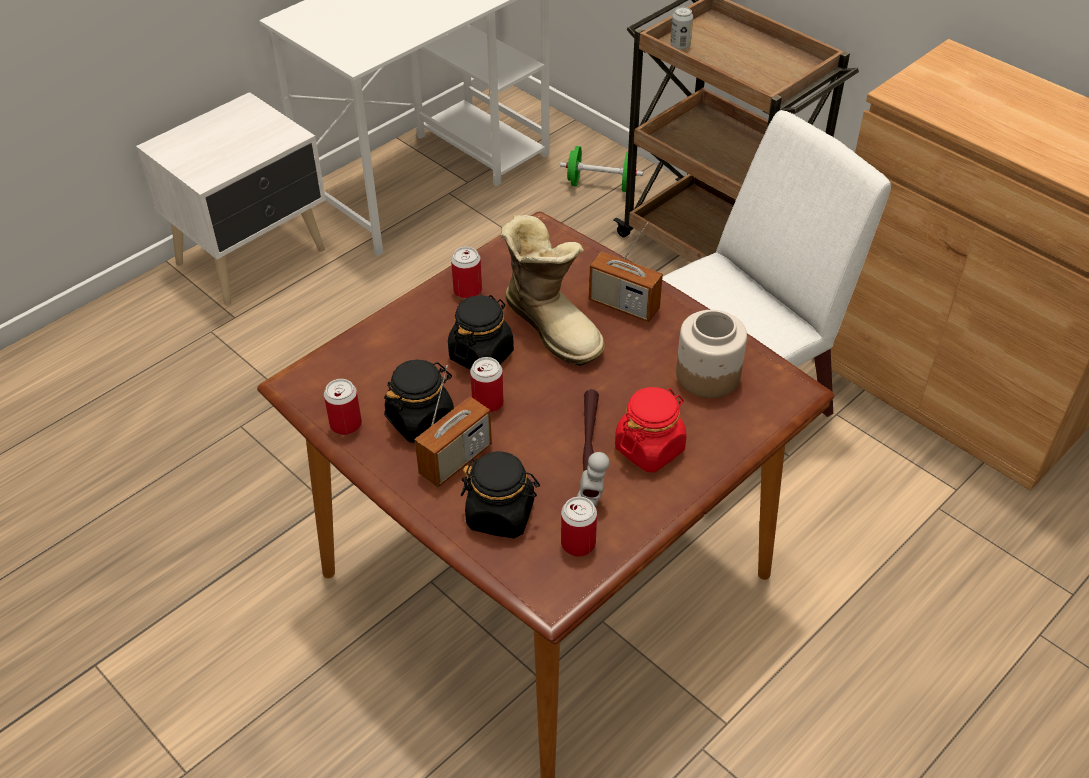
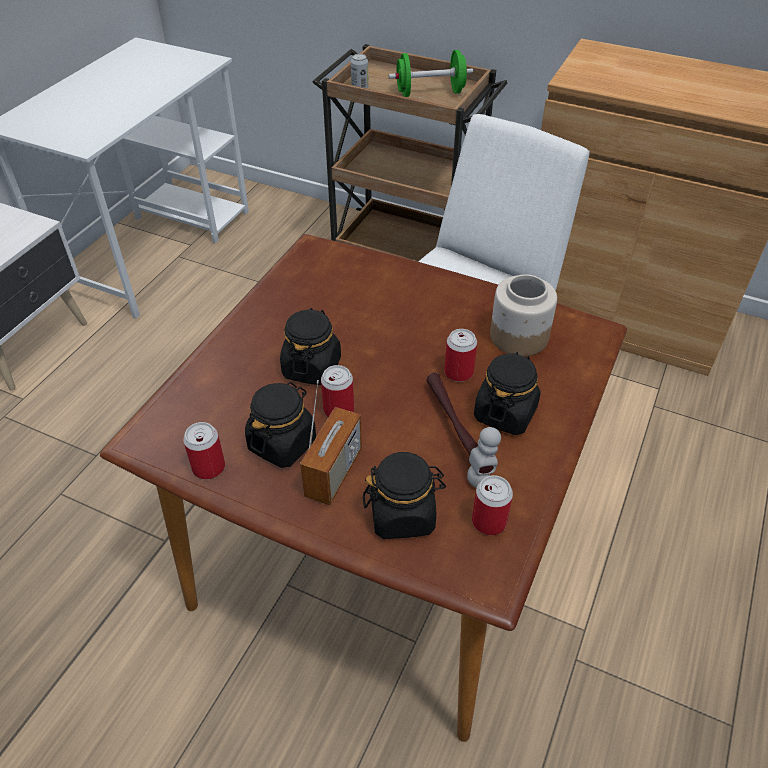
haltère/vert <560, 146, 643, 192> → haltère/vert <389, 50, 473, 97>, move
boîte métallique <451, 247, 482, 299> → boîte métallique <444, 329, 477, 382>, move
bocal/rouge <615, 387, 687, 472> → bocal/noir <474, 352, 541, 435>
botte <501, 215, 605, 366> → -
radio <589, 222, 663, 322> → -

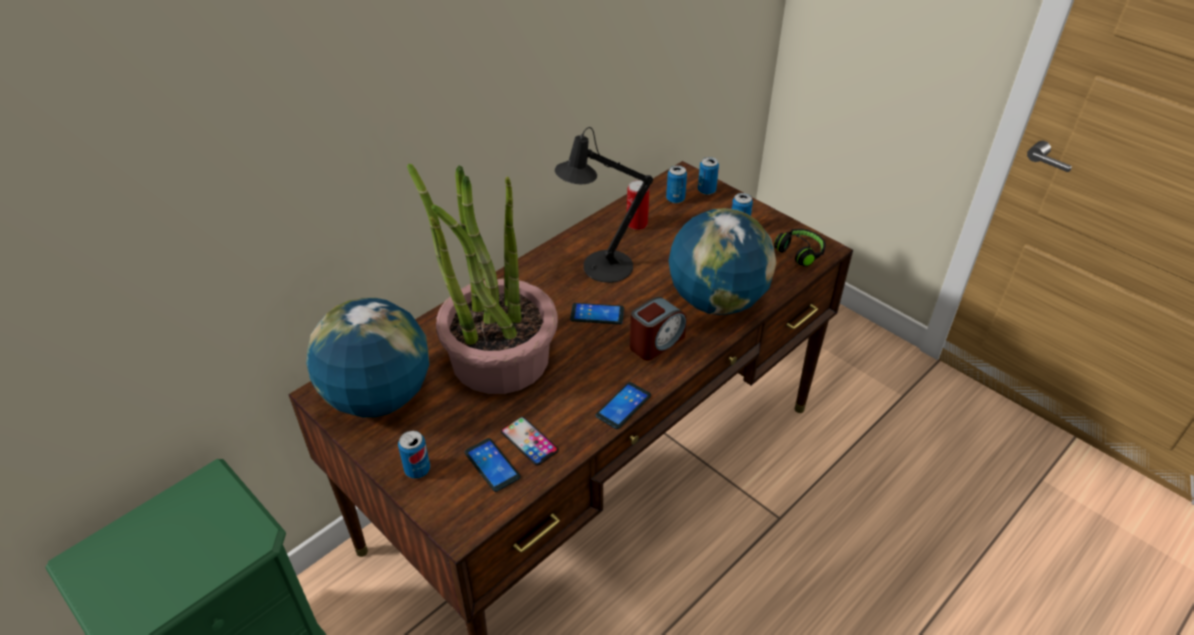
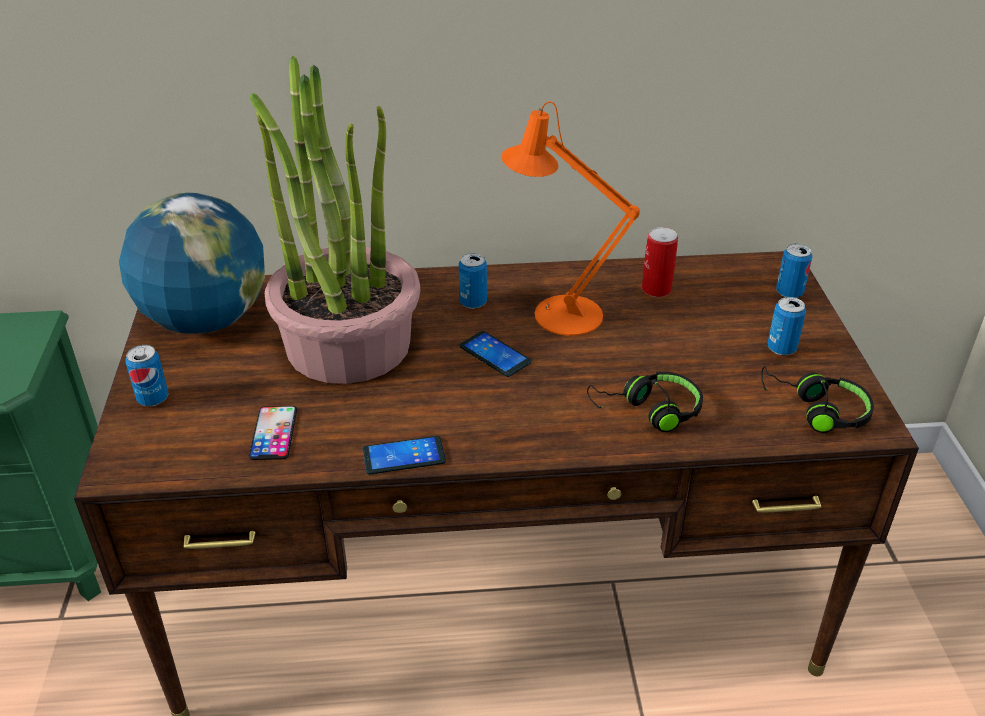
boîte métallique <666, 165, 687, 203> → boîte métallique <459, 253, 487, 309>, move
lampe de table/noir <555, 127, 653, 283> → lampe de table/orange <501, 101, 640, 336>
globe <669, 208, 776, 315> → casque audio/noir <587, 372, 703, 432>
téléphone <465, 438, 521, 492> → -
réveil <630, 297, 686, 360> → -

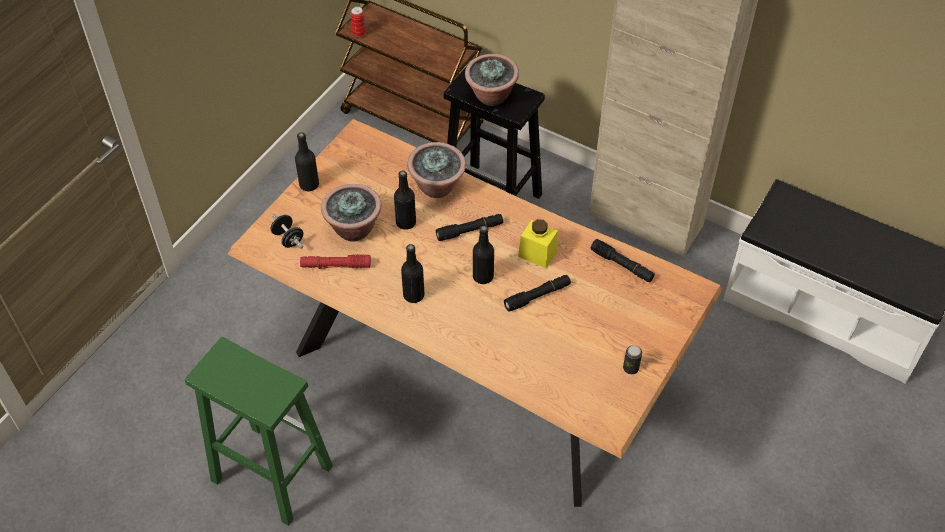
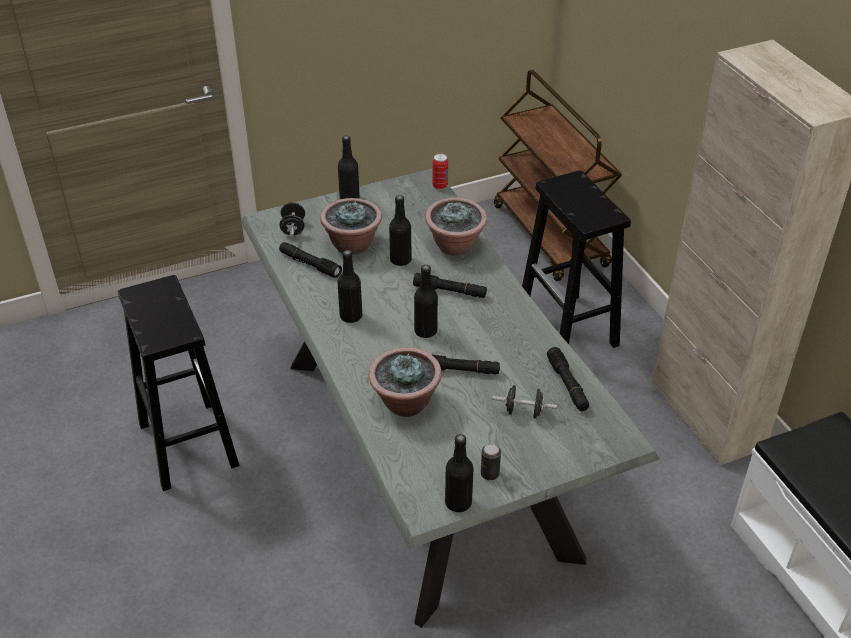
tabouret/vert <185, 337, 333, 526> → tabouret/noir <118, 275, 240, 491>
table à manger/marron <228, 119, 723, 507> → table à manger/gris <241, 168, 660, 628>
lampe de poche/rouge <300, 254, 371, 269> → lampe de poche/noir <279, 242, 342, 278>
plante en pot <465, 54, 519, 106> → plante en pot <369, 347, 442, 417>, move
boîte métallique <351, 7, 366, 37> → boîte métallique <433, 153, 448, 190>, move
- → bouteille/noir <445, 434, 474, 512>
- → haltère/noir <492, 385, 557, 418>
bocal/jaune <518, 219, 558, 269> → -

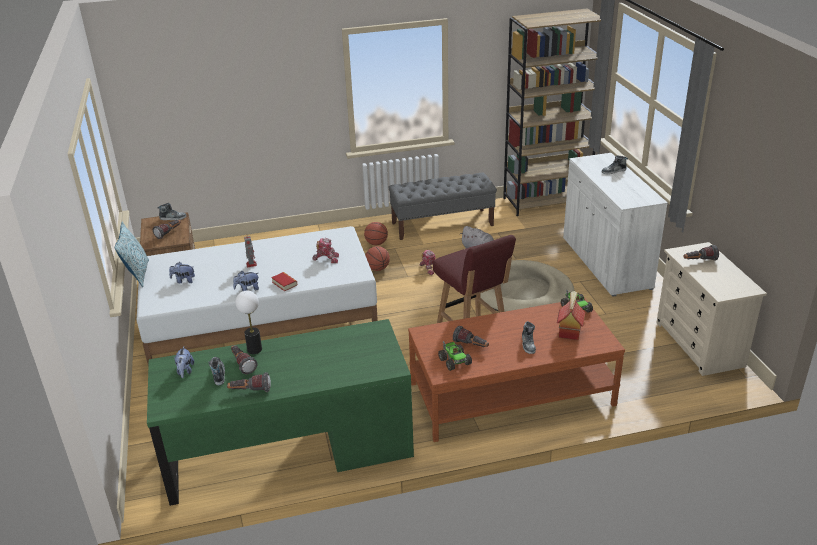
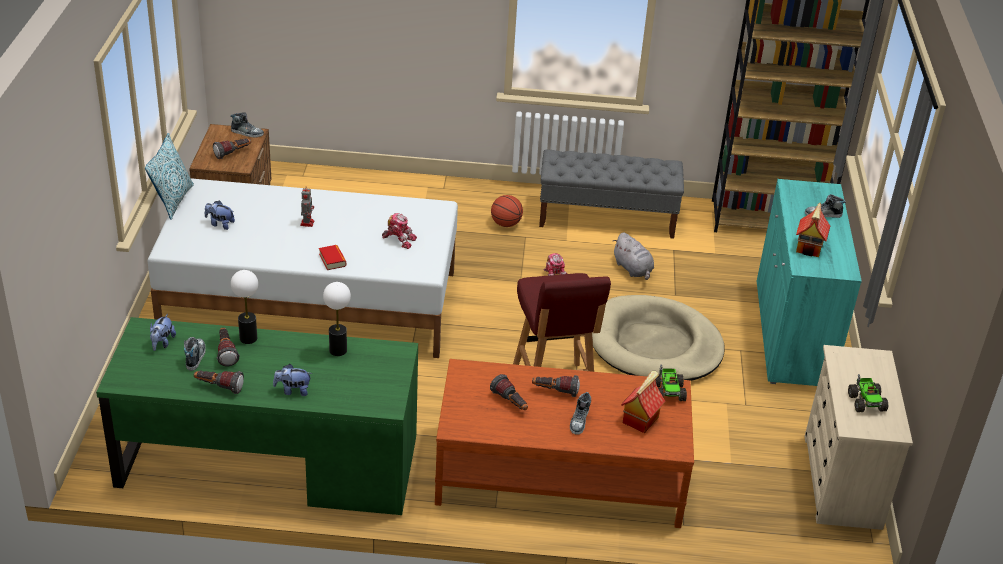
peluche <233, 271, 259, 291> → peluche <273, 364, 312, 396>, move
- → lampe de table <323, 282, 351, 356>
lampe de poche <683, 245, 719, 261> → lampe de poche <532, 375, 580, 397>, move
meuble de rangement/blanc <563, 153, 668, 296> → meuble de rangement/turquoise <757, 179, 862, 386>
- → maison miniature <796, 203, 830, 257>
camion jouet <438, 341, 472, 371> → camion jouet <848, 374, 888, 412>, move
ballon de basket <365, 246, 390, 271> → -

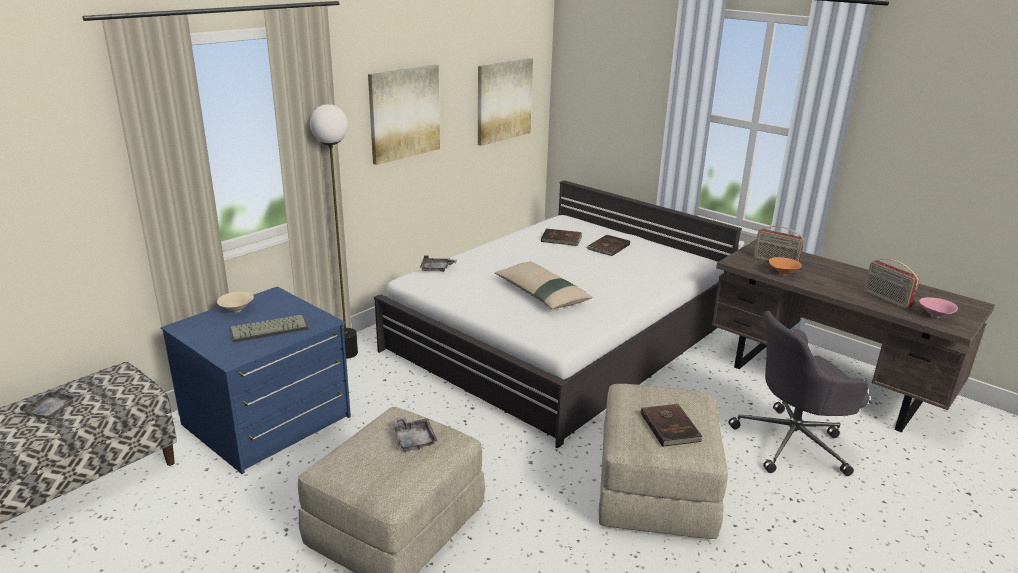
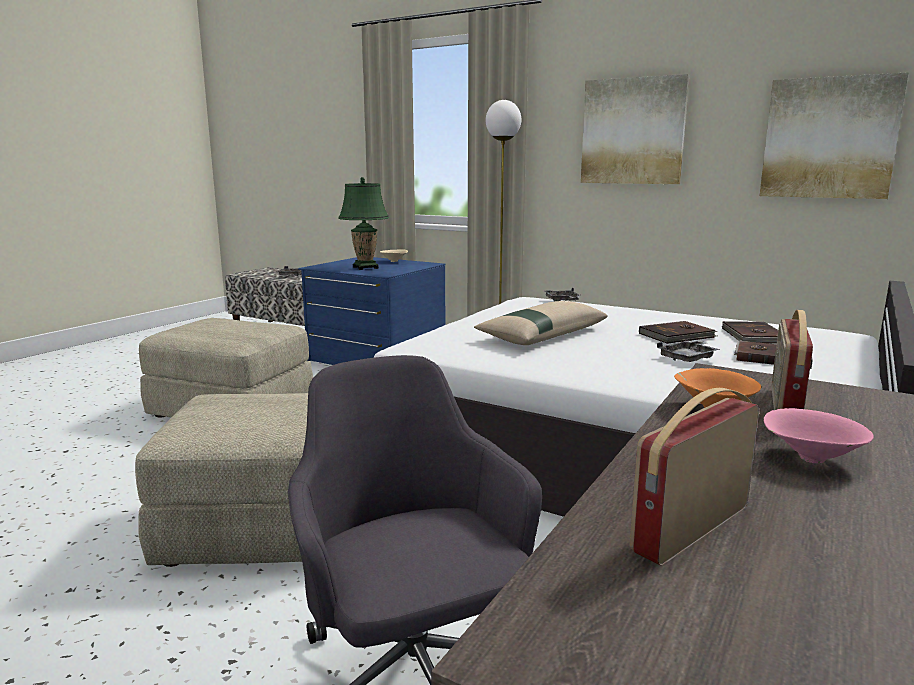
clavier <229, 315, 309, 343> → lampe de table/vert <338, 177, 389, 270>
livre/marron <641, 404, 703, 447> → livre/marron <639, 321, 718, 344>, move
plateau/gris <392, 417, 437, 452> → plateau/gris <657, 340, 720, 362>, move
bol/rose <919, 297, 958, 318> → bol/rose <764, 408, 874, 463>, move

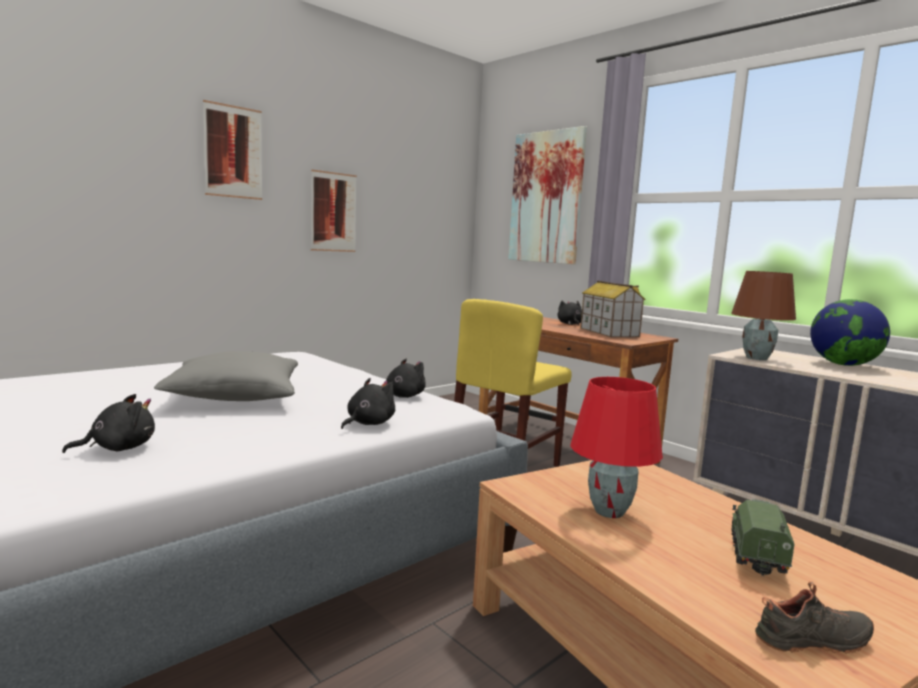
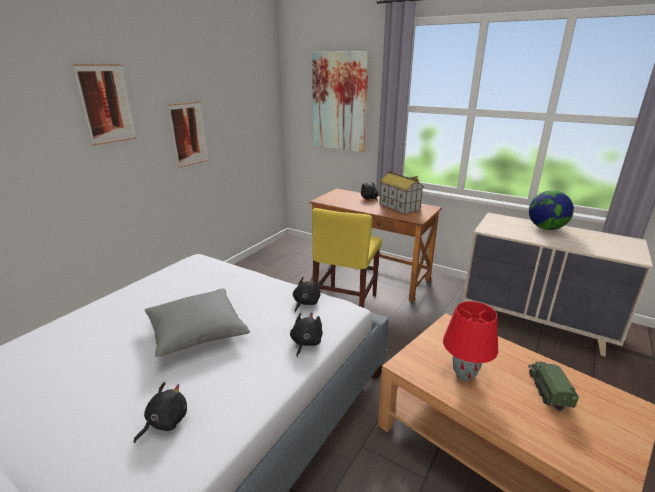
lampe de table/marron <731, 271, 796, 360> → -
chaussure/noir <755, 581, 874, 653> → -

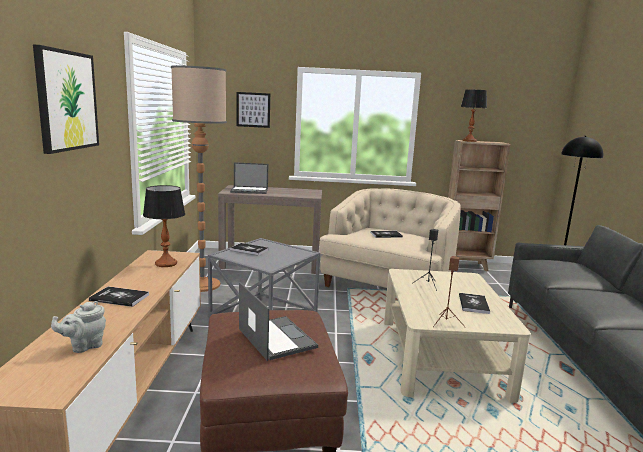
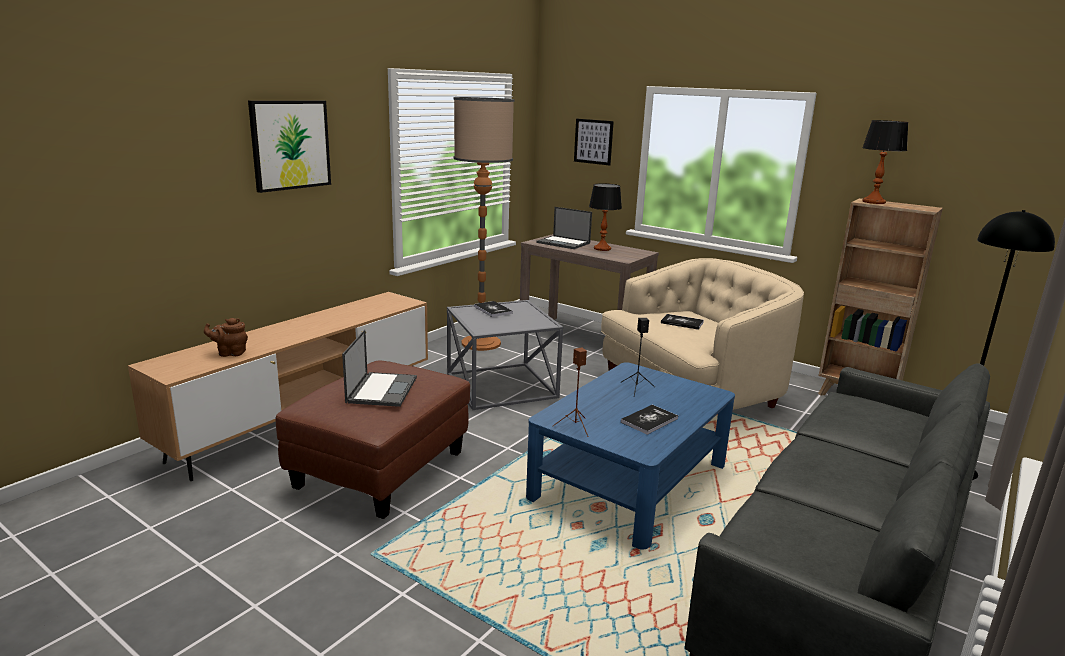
théière/gris <51, 301, 106, 353> → théière/marron <204, 318, 248, 357>
table basse/beige <384, 269, 531, 403> → table basse/bleu <526, 362, 735, 550>
lampe de table <143, 185, 185, 267> → lampe de table <589, 183, 622, 251>, move
livre <89, 286, 149, 307> → -

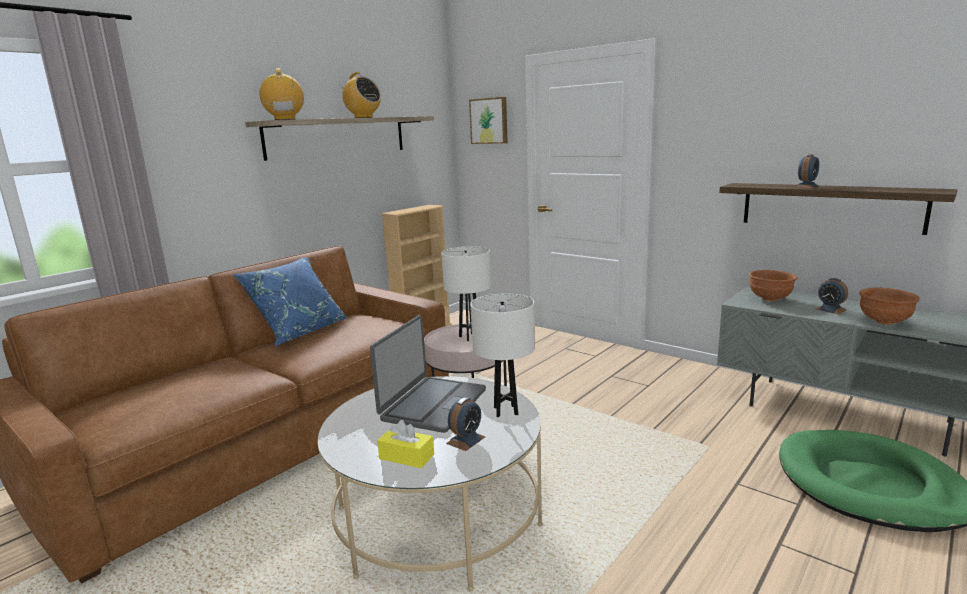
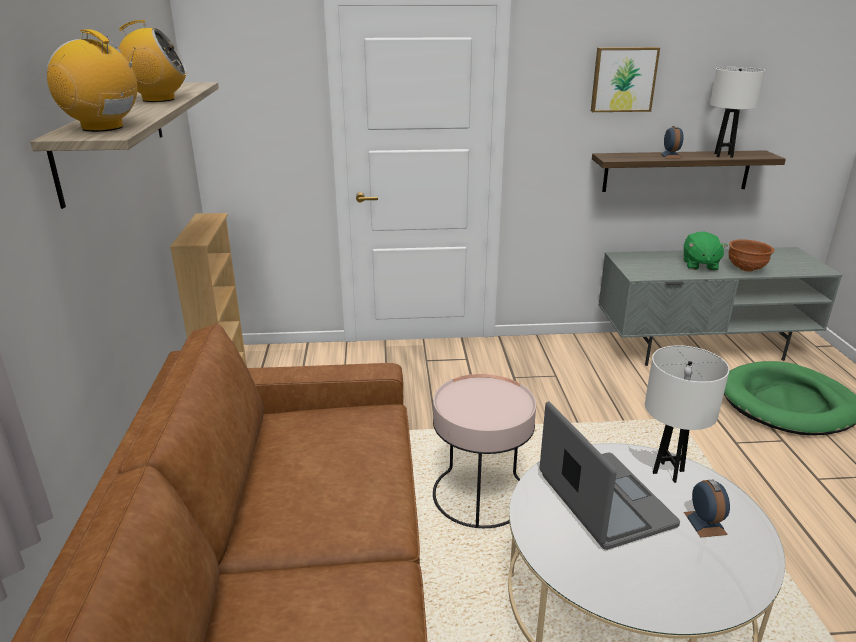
tableau <469, 97, 508, 144> → tableau <591, 47, 660, 112>, move
réveil <816, 278, 848, 314> → peluche/vert <684, 231, 728, 271>
lampe de table/blanc <441, 246, 491, 341> → lampe de table/blanc <710, 67, 765, 158>, move
coussin/bleu <232, 257, 348, 346> → -
boîte à mouchoirs/jaune <377, 420, 434, 468> → -
bol/marron <749, 270, 797, 301> → -

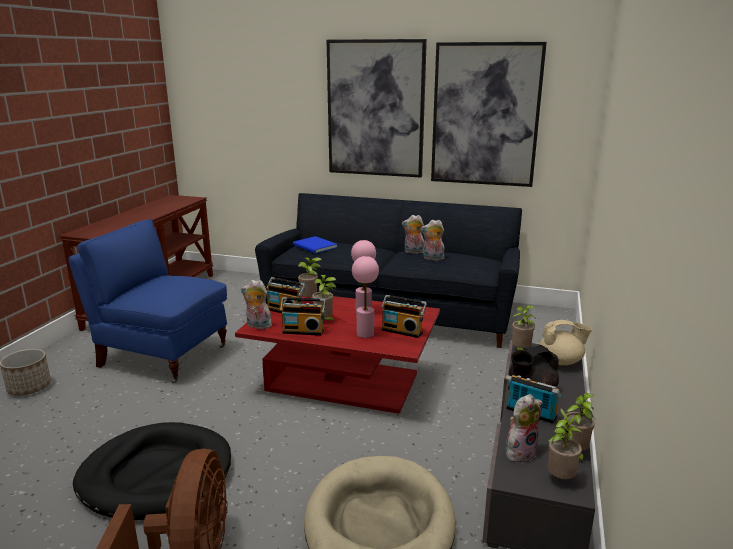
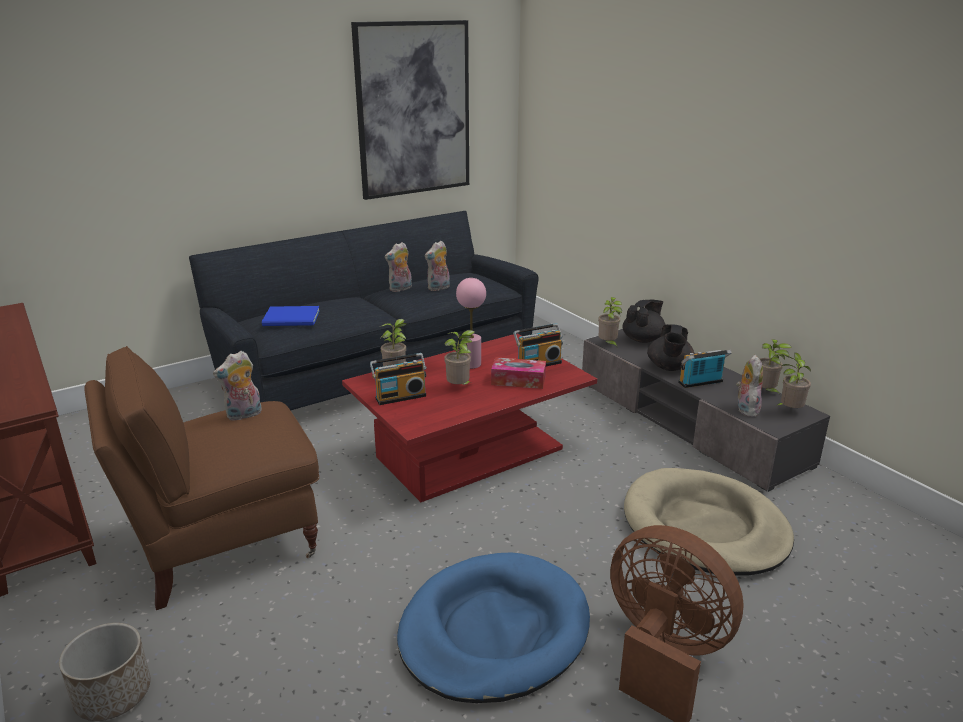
fauteuil/bleu <68, 219, 227, 383> → fauteuil/marron <84, 346, 319, 610>
peluche <241, 280, 272, 329> → peluche <213, 351, 262, 421>, move
panier pour chien/noir <73, 422, 231, 520> → panier pour chien/bleu <397, 553, 590, 703>
lampe de table/rose <352, 256, 379, 338> → boîte à mouchoirs <491, 357, 546, 389>
théière/beige <539, 320, 592, 365> → théière/noir <623, 300, 666, 343>
radio <280, 297, 326, 336> → -
tableau <327, 39, 427, 177> → -

